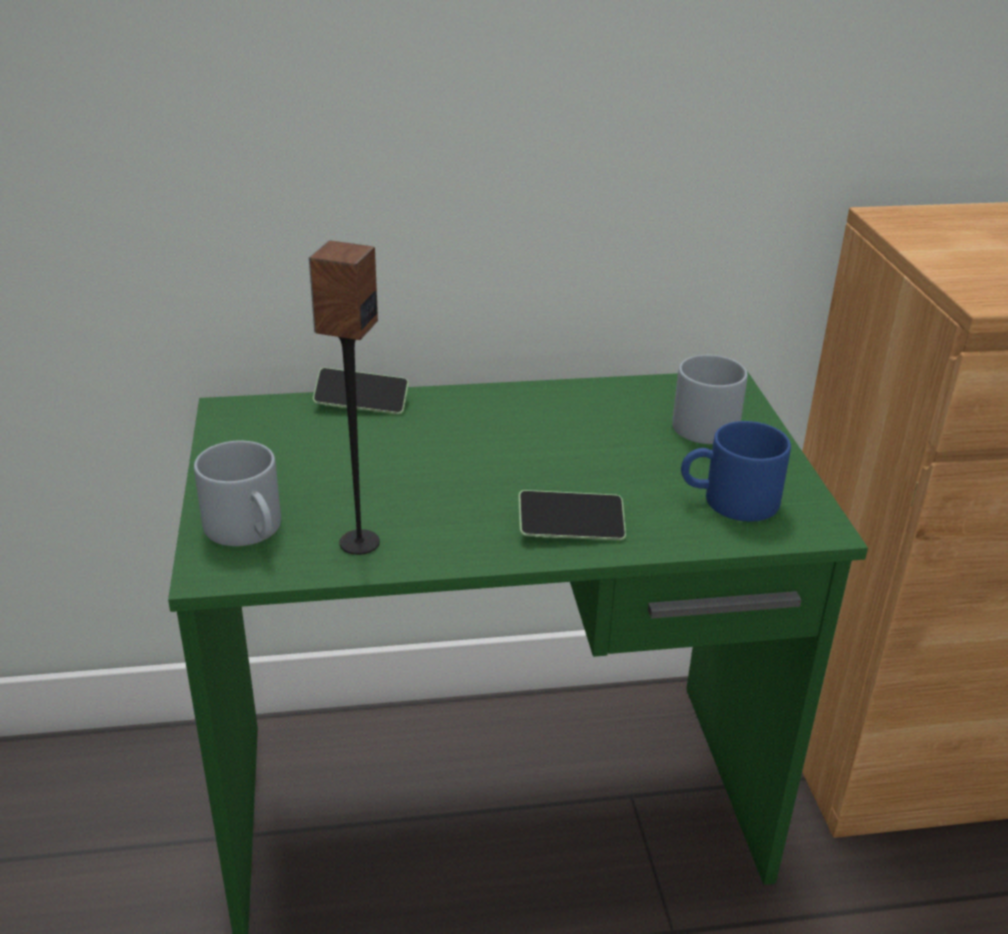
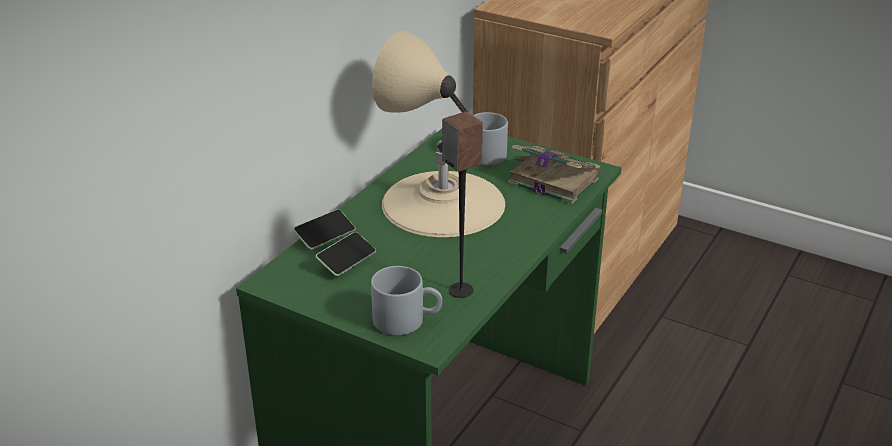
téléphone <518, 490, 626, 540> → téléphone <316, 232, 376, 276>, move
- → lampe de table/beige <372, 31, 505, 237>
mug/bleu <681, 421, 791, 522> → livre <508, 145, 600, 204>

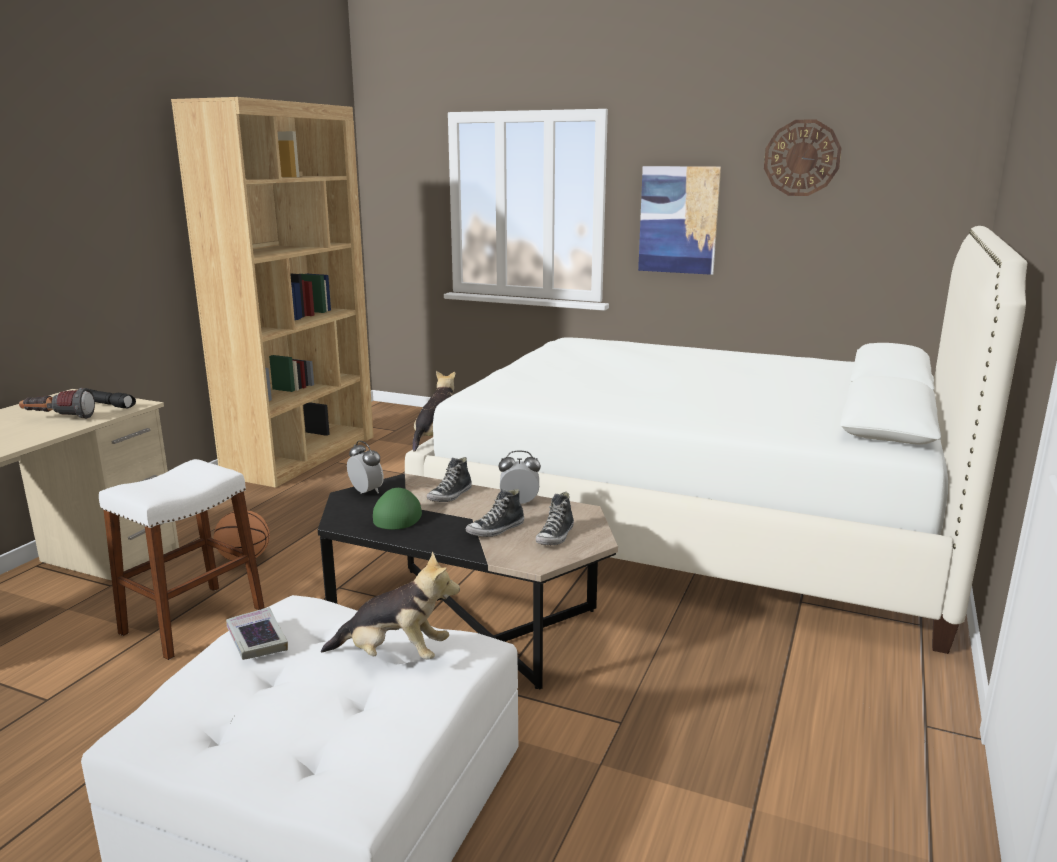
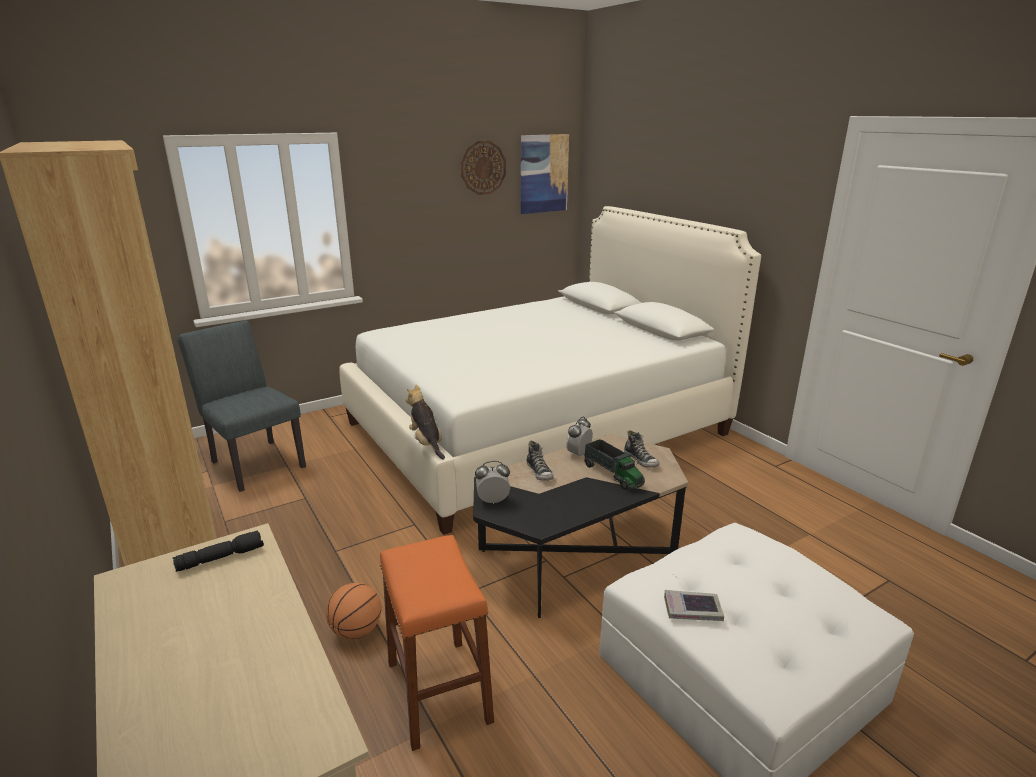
- → chaise/gris <178, 321, 306, 492>
tabouret/blanc <99, 459, 264, 660> → tabouret/orange <380, 535, 494, 751>
tableau <638, 166, 721, 275> → tableau <521, 134, 569, 214>, move
chaussure <466, 488, 524, 537> → camion jouet <584, 439, 645, 490>
lampe de poche <19, 388, 95, 419> → -
peluche <321, 552, 460, 660> → -
casquette/vert <373, 488, 422, 530> → -

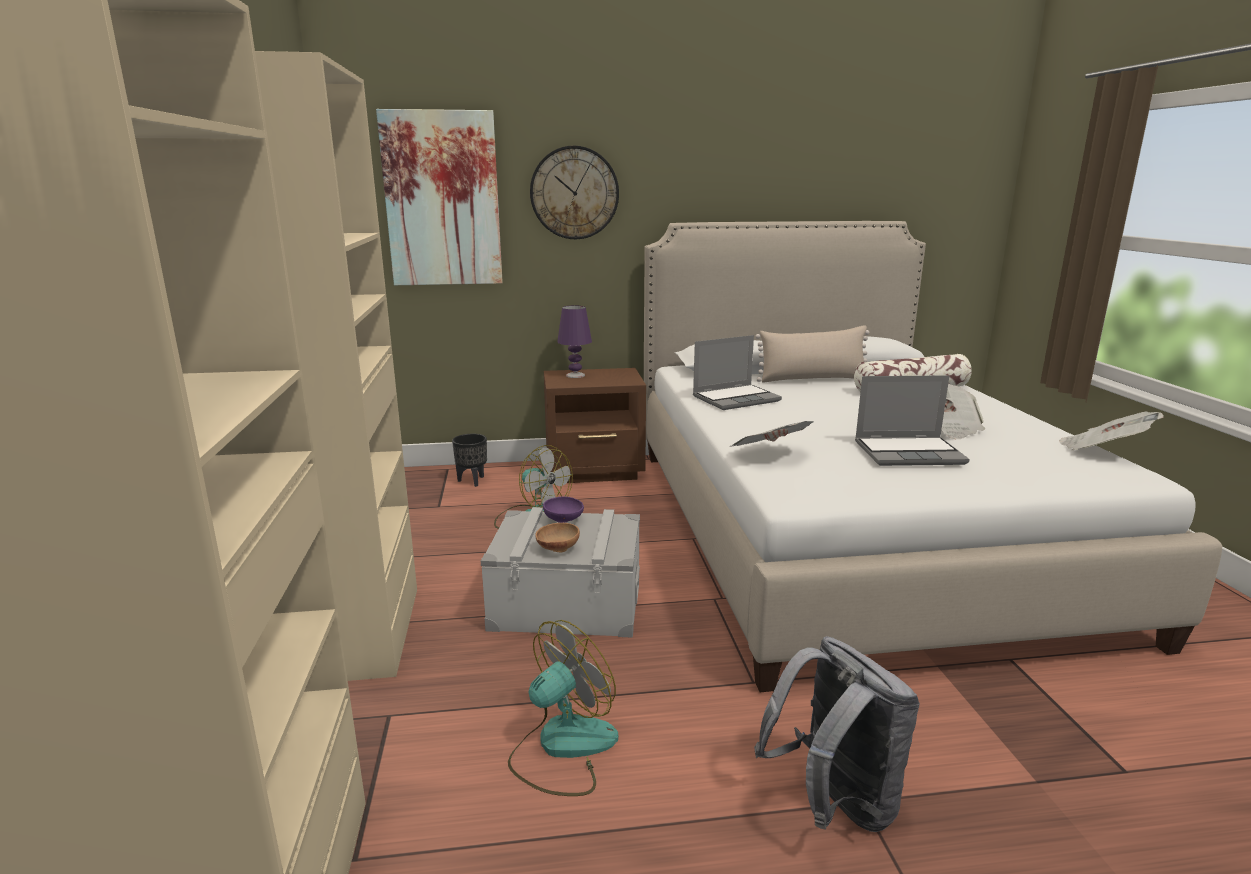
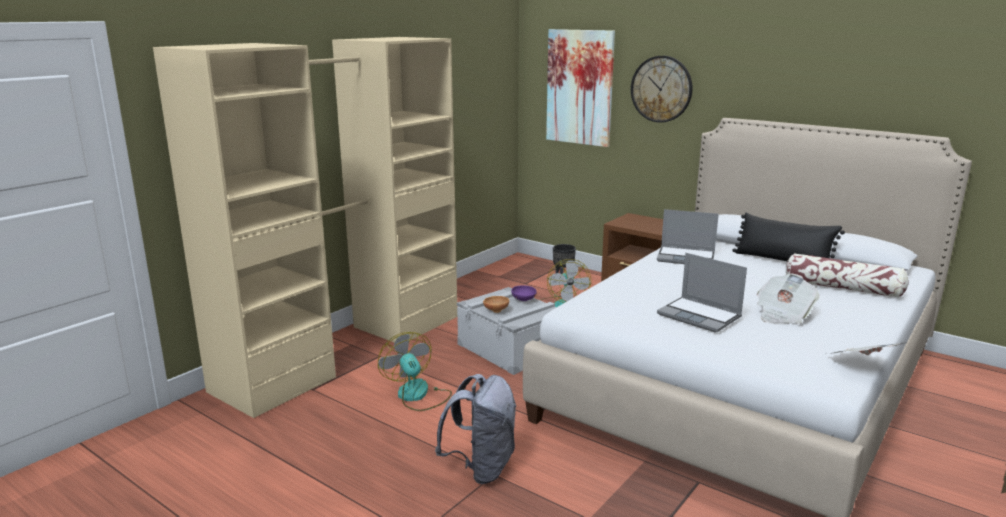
ventilateur <508, 620, 619, 796> → ventilateur <378, 332, 452, 411>, 120 degrees counterclockwise
coussin/beige <755, 325, 869, 383> → coussin/noir <732, 213, 845, 261>
lampe de table/violet <557, 305, 592, 378> → -
journal <731, 421, 814, 447> → -

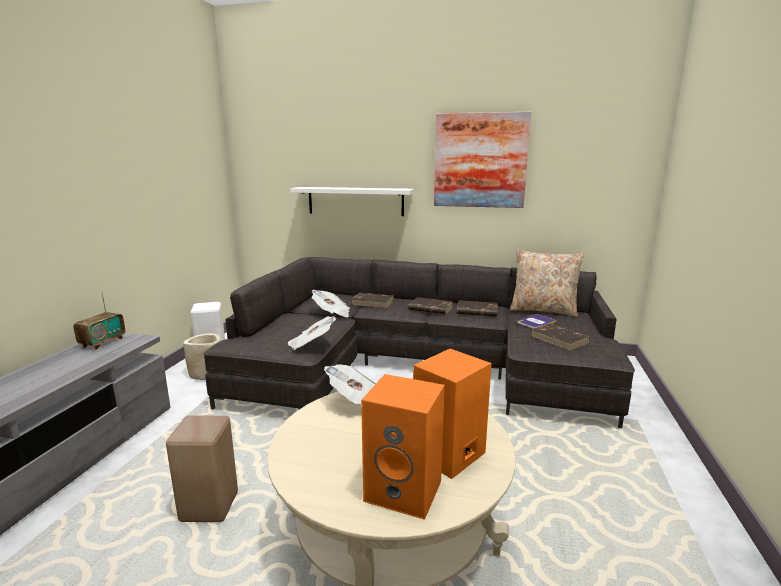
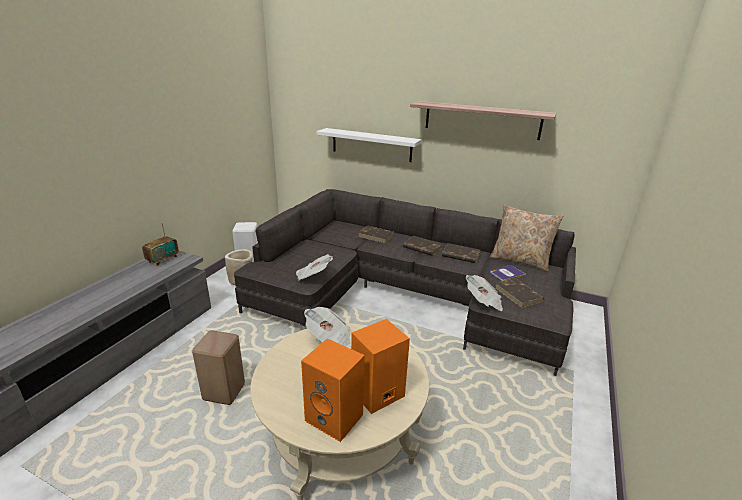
tableau <434, 112, 531, 208> → étagère <410, 101, 556, 140>
journal <312, 290, 350, 317> → journal <466, 275, 503, 311>, move

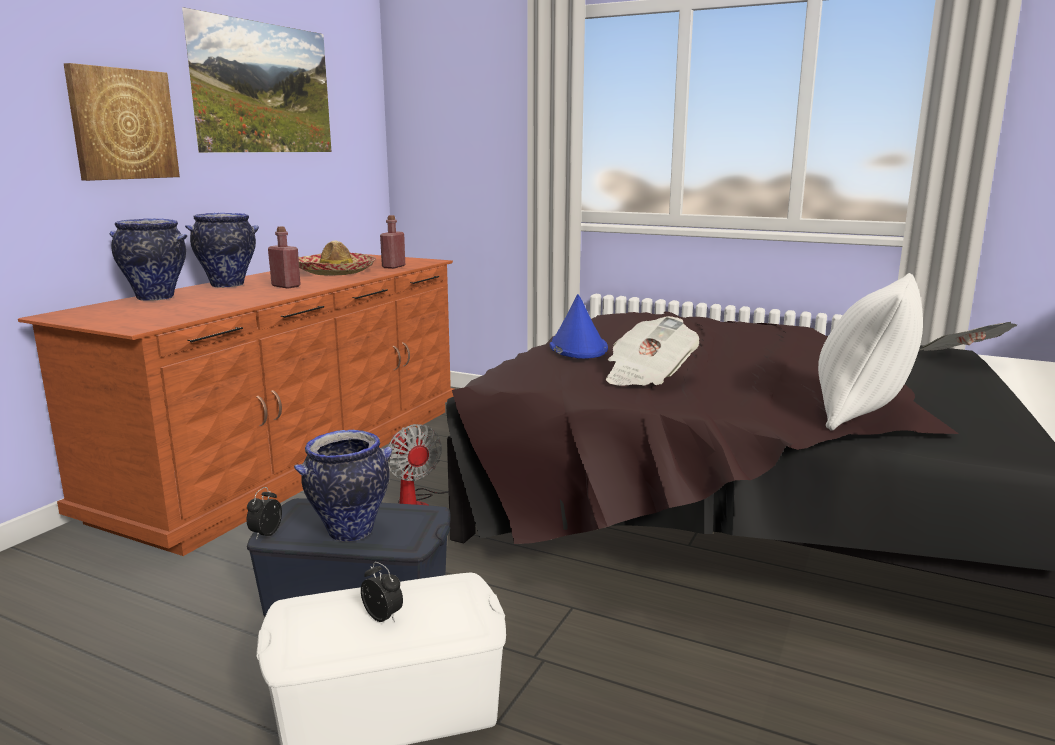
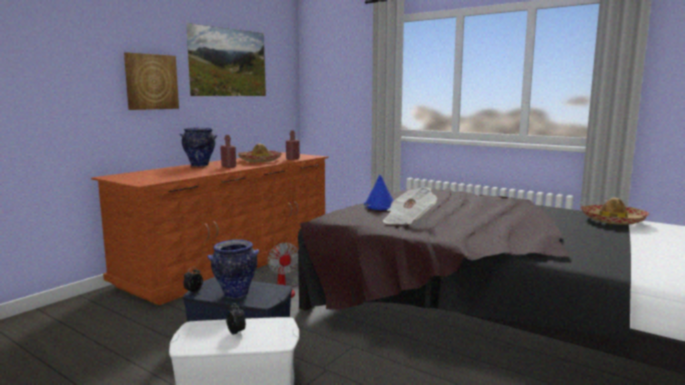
journal <919, 322, 1017, 351> → chapeau <581, 197, 649, 225>
vase <110, 218, 187, 301> → -
coussin/blanc <818, 273, 923, 431> → -

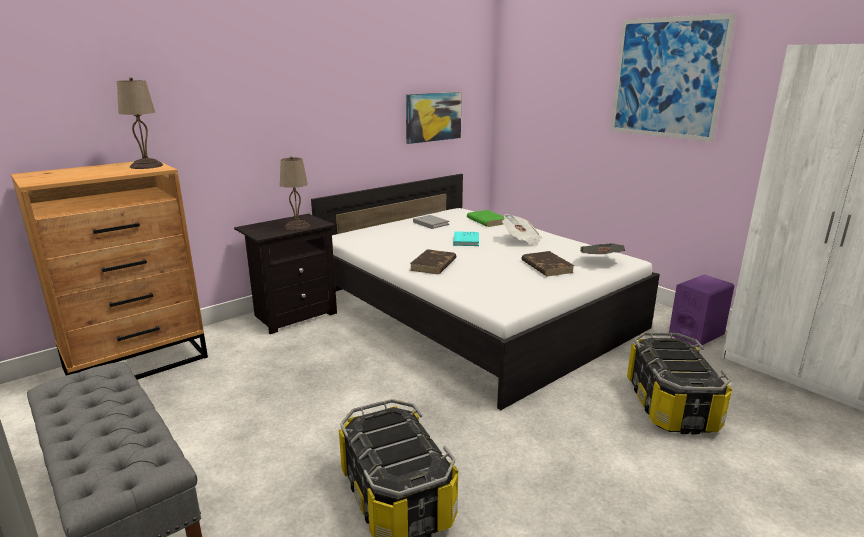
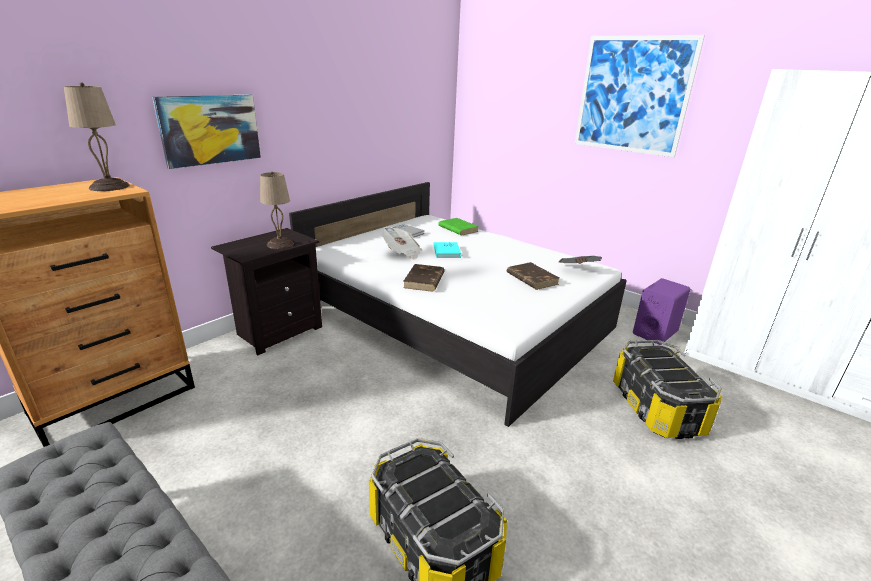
tableau <406, 92, 462, 144> → tableau <152, 95, 261, 169>, move
journal <502, 214, 542, 246> → journal <382, 227, 422, 260>, move

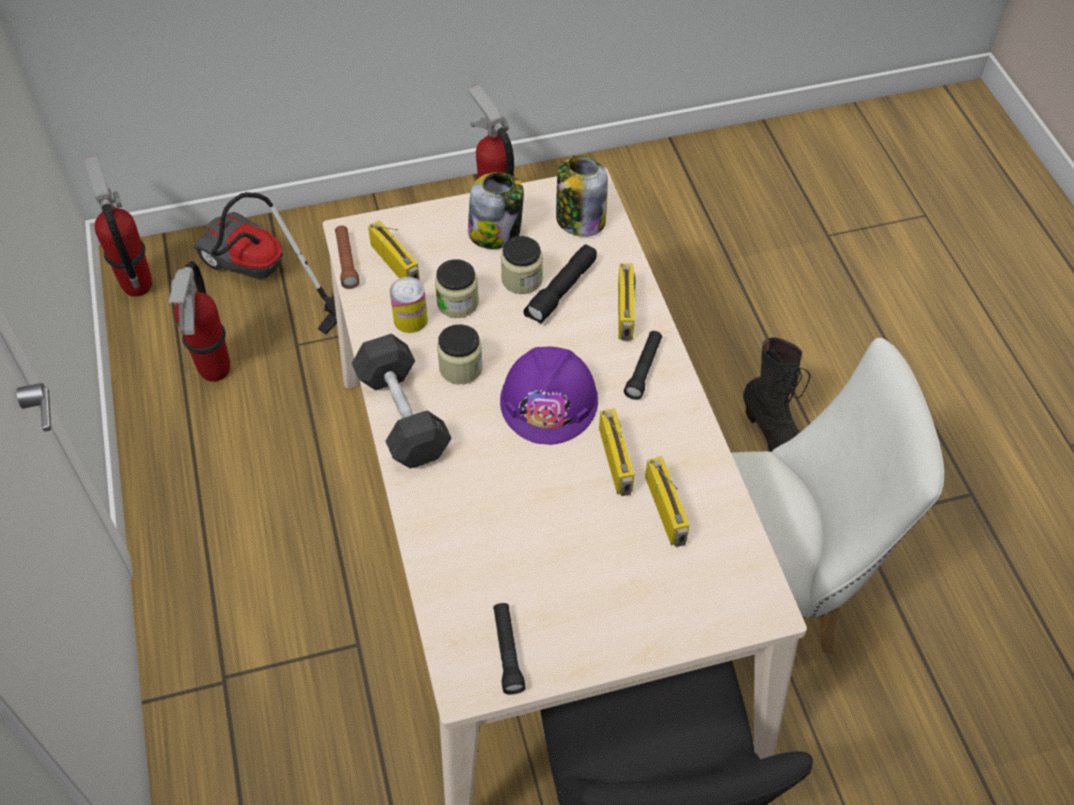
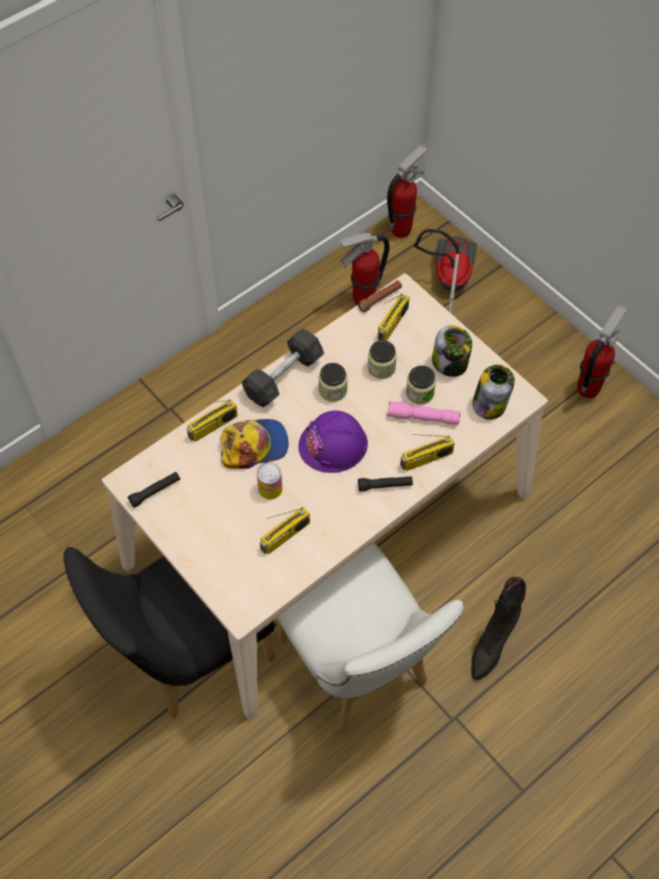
radio <599, 409, 634, 496> → radio <187, 399, 238, 442>, move
- → casquette <220, 419, 289, 469>
boîte métallique <390, 277, 428, 333> → boîte métallique <257, 462, 282, 499>, move
lampe de poche/noir <523, 244, 597, 324> → lampe de poche/rose <387, 401, 461, 425>

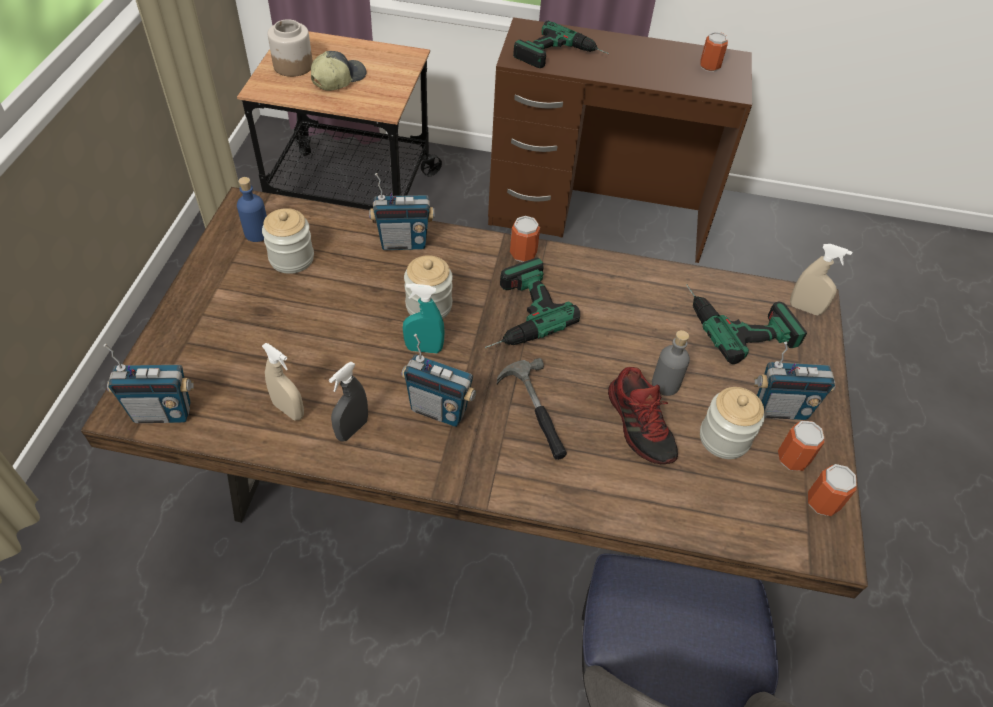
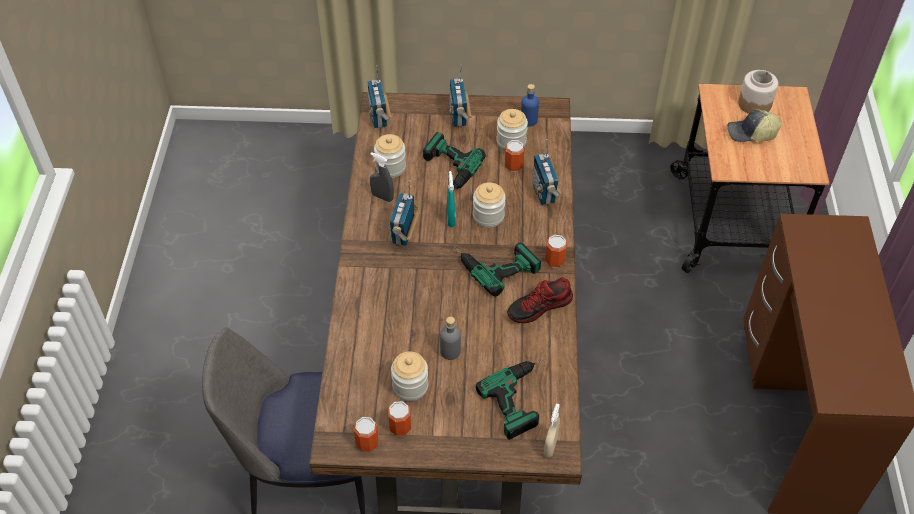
vaporisateur/beige <262, 343, 304, 420> → bocal <374, 134, 406, 178>
perceuse <513, 20, 609, 68> → perceuse <423, 132, 485, 189>, move
radio <754, 342, 835, 420> → radio <449, 64, 472, 127>, move
boîte métallique <700, 32, 728, 72> → boîte métallique <505, 140, 524, 172>, move
chaussure <608, 367, 678, 464> → chaussure <507, 277, 573, 323>, move
casquette <311, 51, 366, 91> → casquette <727, 109, 782, 142>, 150 degrees clockwise
marteau <497, 358, 567, 460> → -

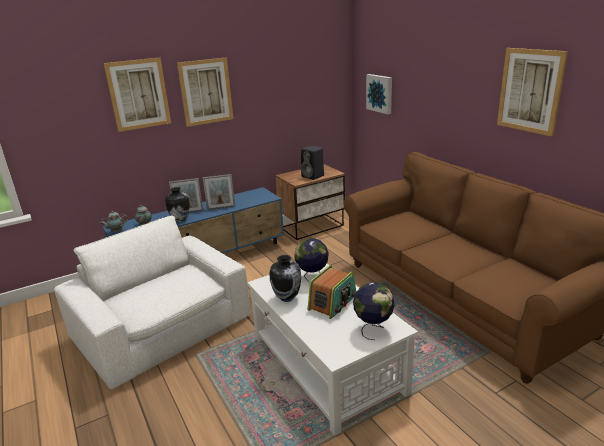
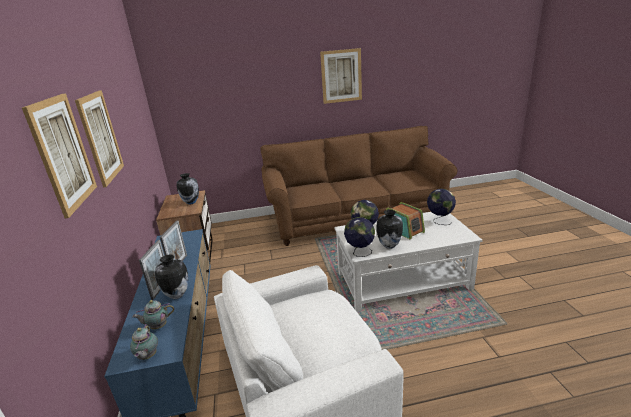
enceinte/noir <301, 146, 324, 180> → vase <177, 173, 199, 205>
- → globe <344, 217, 375, 257>
tableau <366, 74, 392, 114> → -

